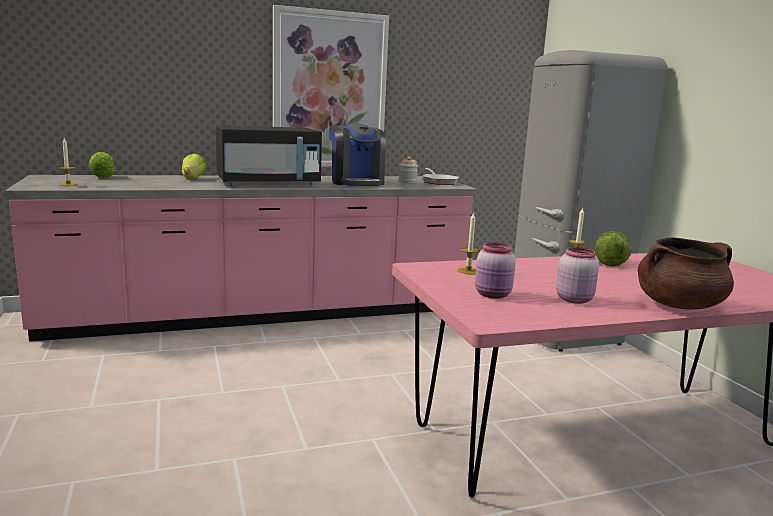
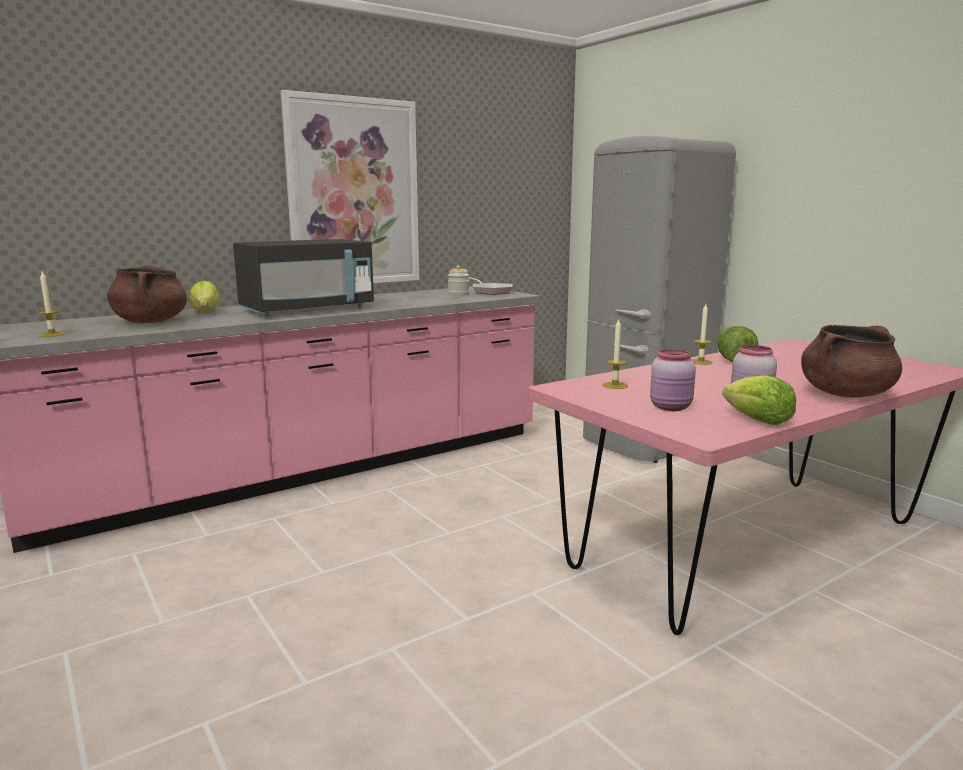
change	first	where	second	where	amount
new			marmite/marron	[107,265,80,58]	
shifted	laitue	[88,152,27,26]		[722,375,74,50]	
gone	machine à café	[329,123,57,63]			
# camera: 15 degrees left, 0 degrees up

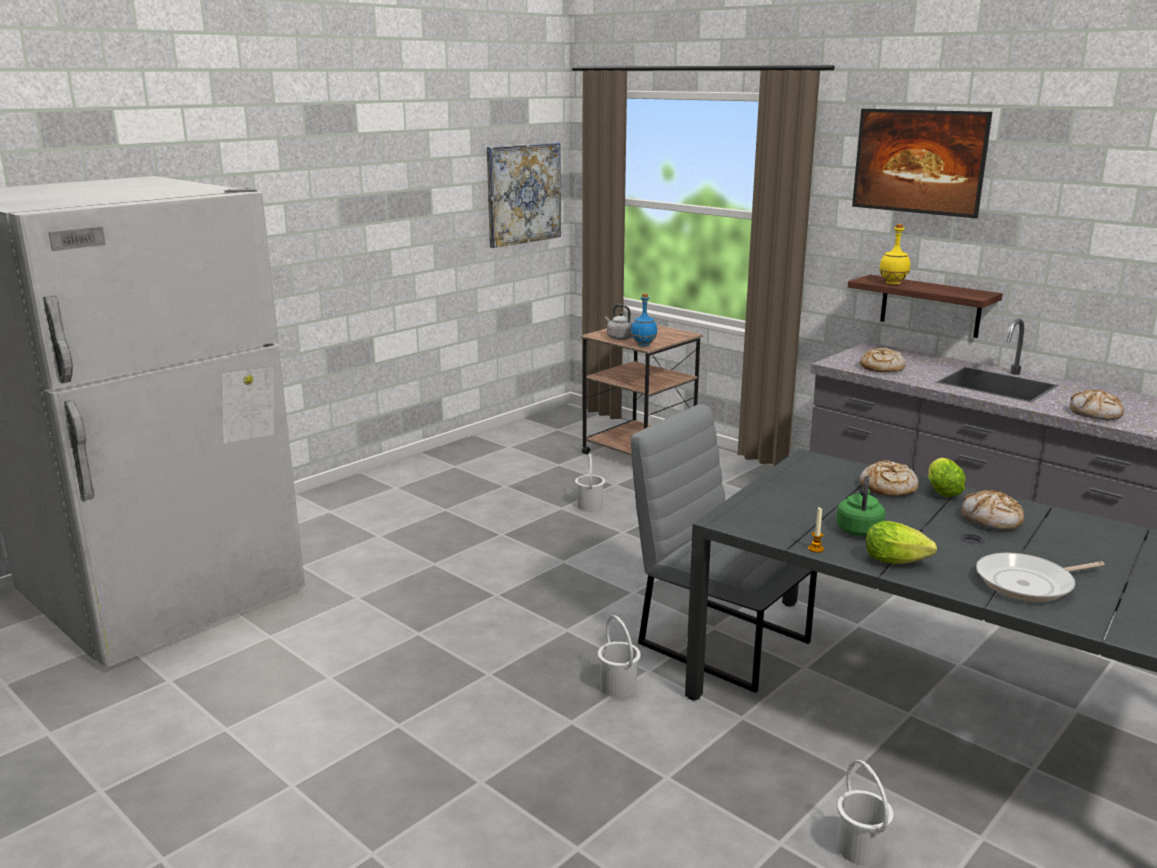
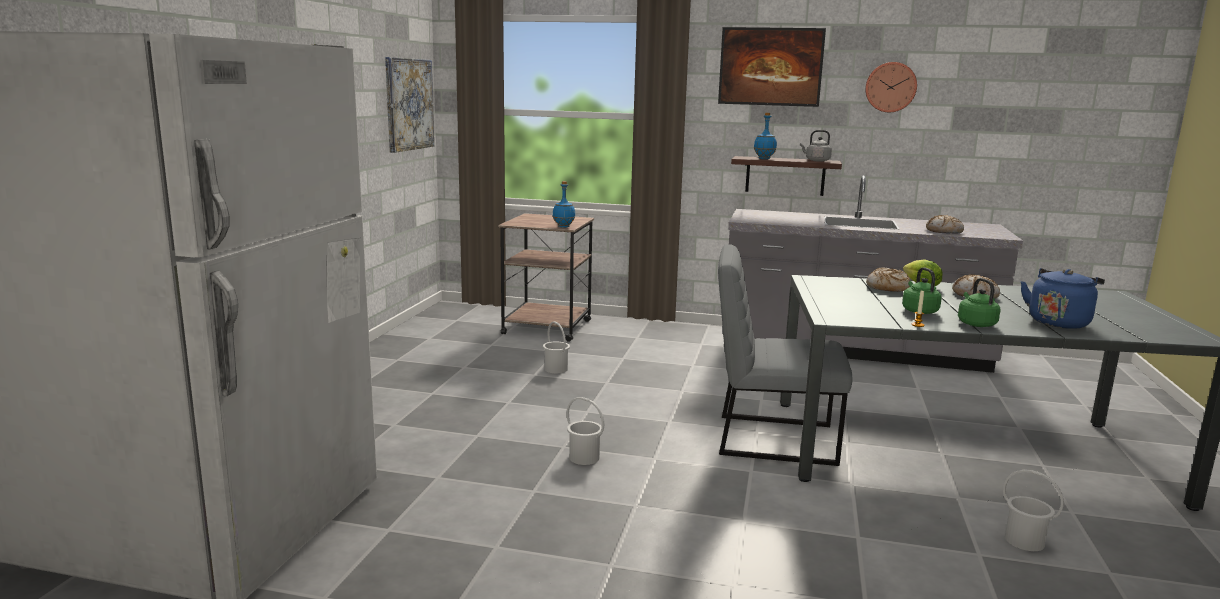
change	first	where	second	where	amount
shifted	seau/blanc	[598,616,43,82]		[566,397,38,68]	
repainted	bouteille/jaune	[879,224,31,61]	bouteille/bleu	[754,113,23,46]	
shifted	bouilloire/gris	[605,305,28,35]		[800,130,32,32]	
new			horloge murale	[865,62,52,50]	
swapped	laitue	[866,521,71,43]	bouilloire/vert	[958,278,42,49]	
swapped	poêle	[976,553,129,49]	bouilloire/bleu	[1021,268,84,61]	
gone	pain	[860,348,46,24]			
# camera: 30 degrees left, 5 degrees down

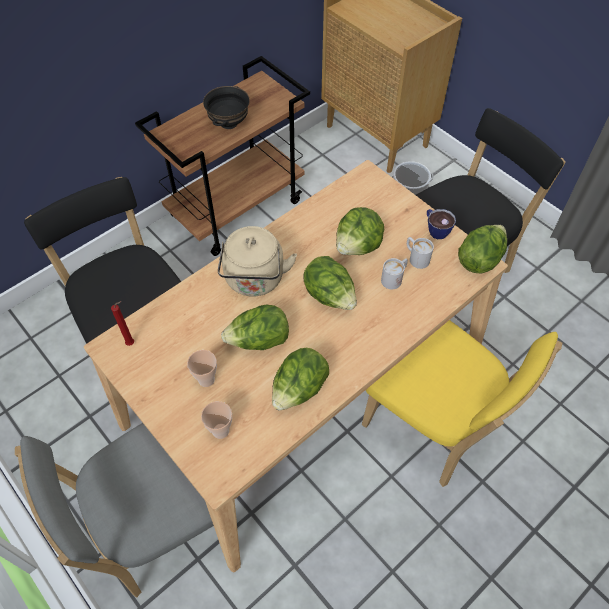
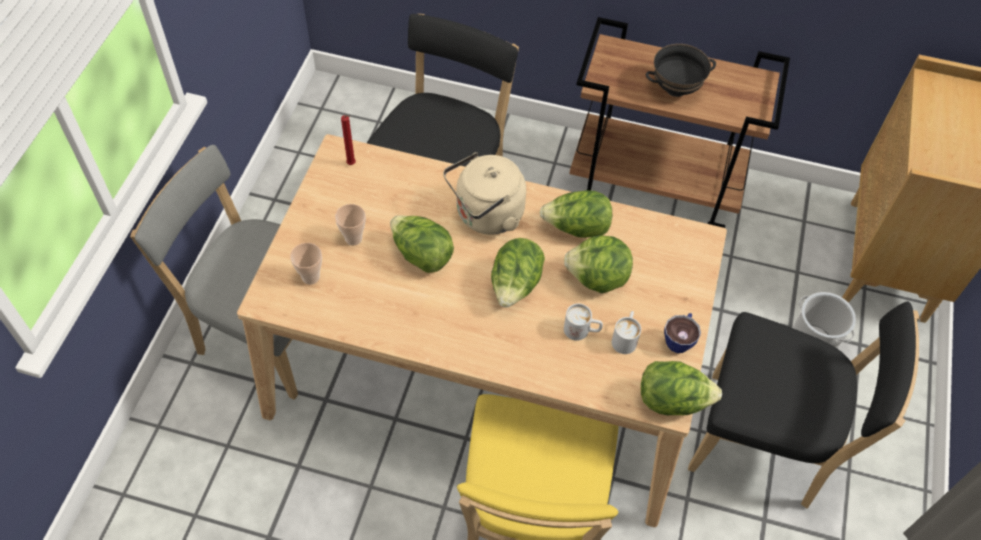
change	first	where	second	where	amount
shifted	laitue	[272,348,57,63]		[539,190,73,48]	
# camera: 55 degrees right, 0 degrees up

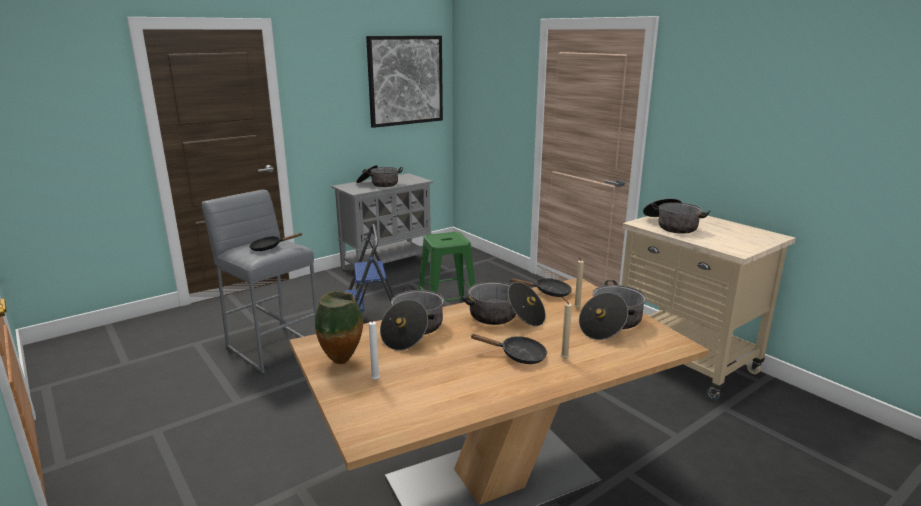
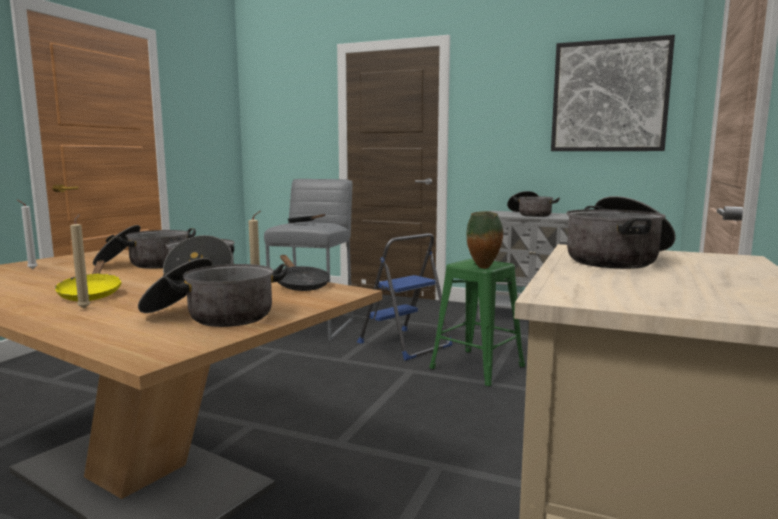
change	first	where	second	where	amount
repainted	poêle/noir	[470,334,77,30]	poêle/jaune	[55,260,67,41]	
shifted	vase	[315,291,48,73]		[467,211,36,58]	
# camera: 60 degrees right, 10 degrees down

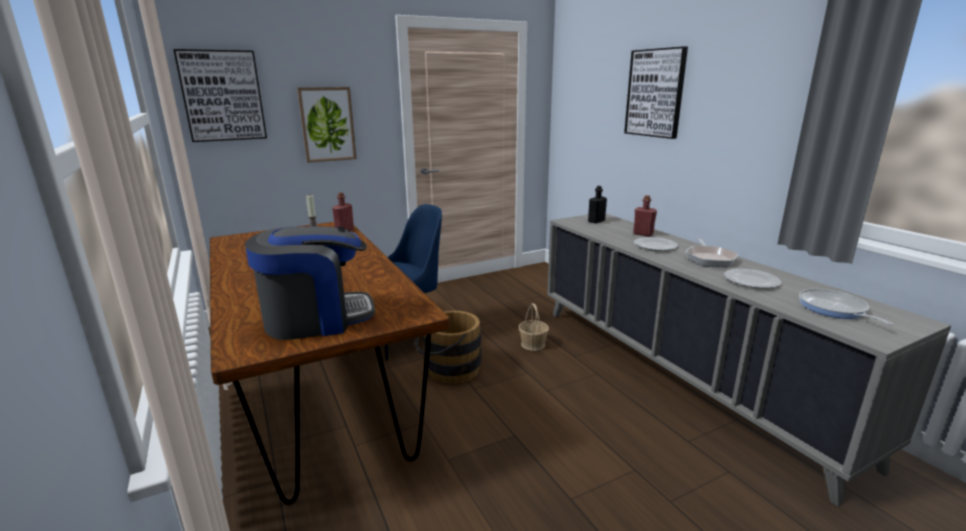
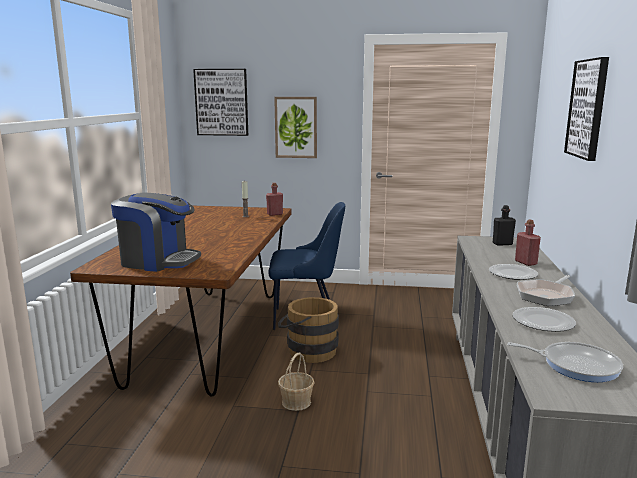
change	first	where	second	where	amount
shifted	panier	[519,303,30,48]		[278,353,37,58]	
rotated	poêle	[799,289,95,36]		[507,342,116,40]	90 degrees clockwise
# camera: 35 degrees right, 5 degrees down

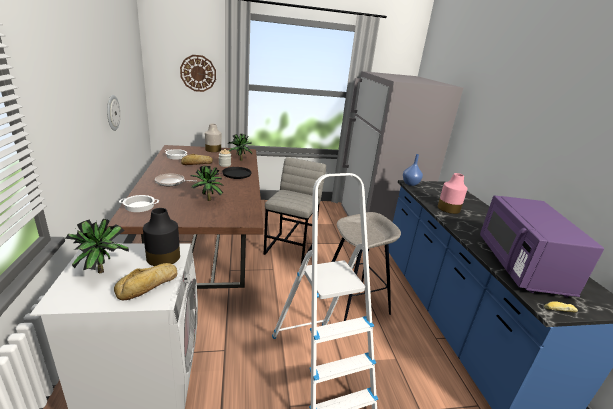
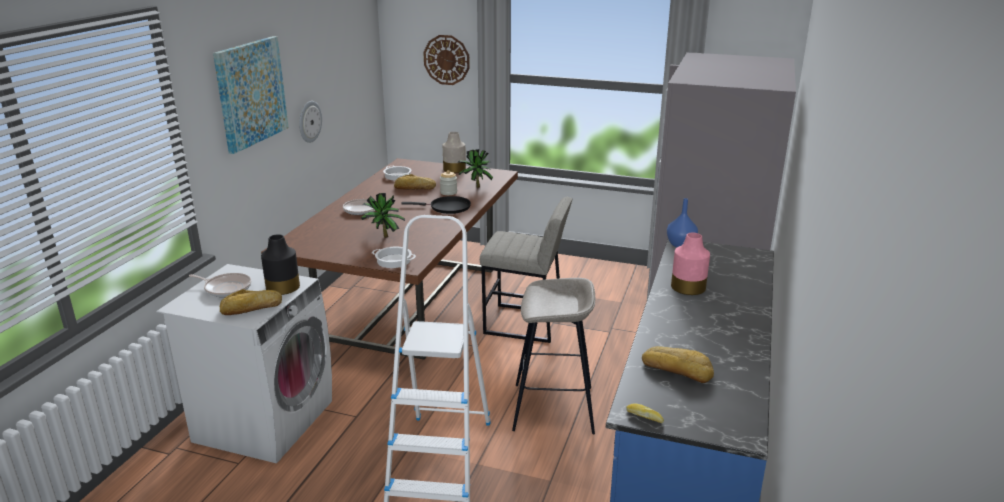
change	first	where	second	where	amount
swapped	plante en pot	[65,219,64,54]	poêle	[189,273,62,24]	
new			tableau	[213,36,76,118]	
shifted	marmite	[119,195,40,17]		[372,247,44,21]	
rotated	chaise/gris	[264,157,62,107]		[480,197,93,146]	60 degrees clockwise
swapped	micro-ondes/violet	[480,195,124,103]	pain	[642,346,72,37]	
# camera: 30 degrees right, 0 degrees up

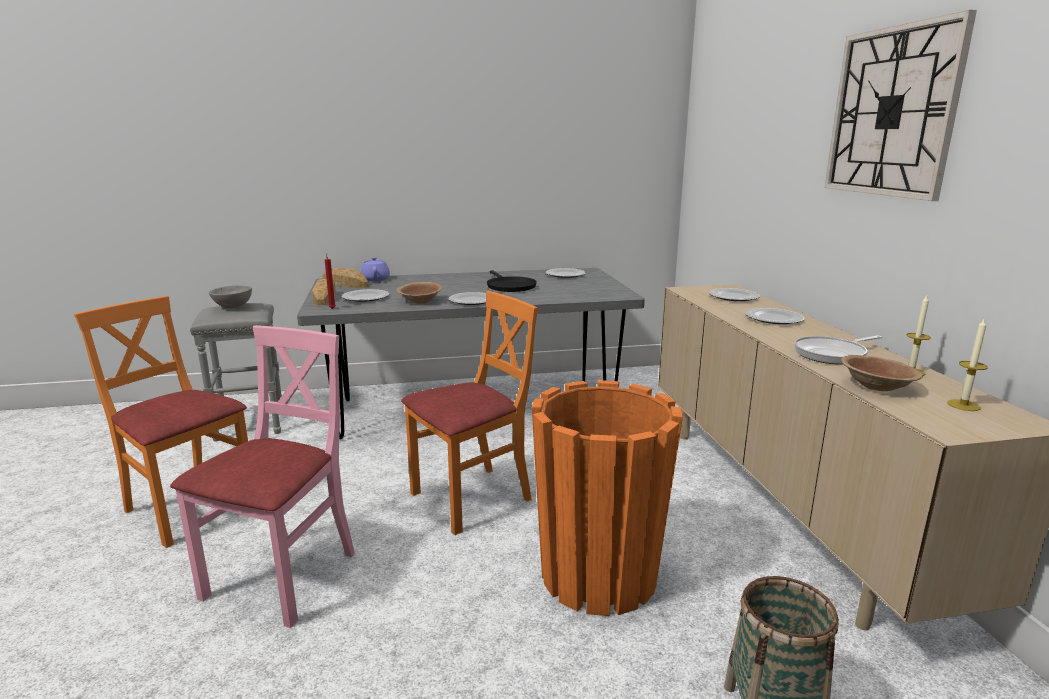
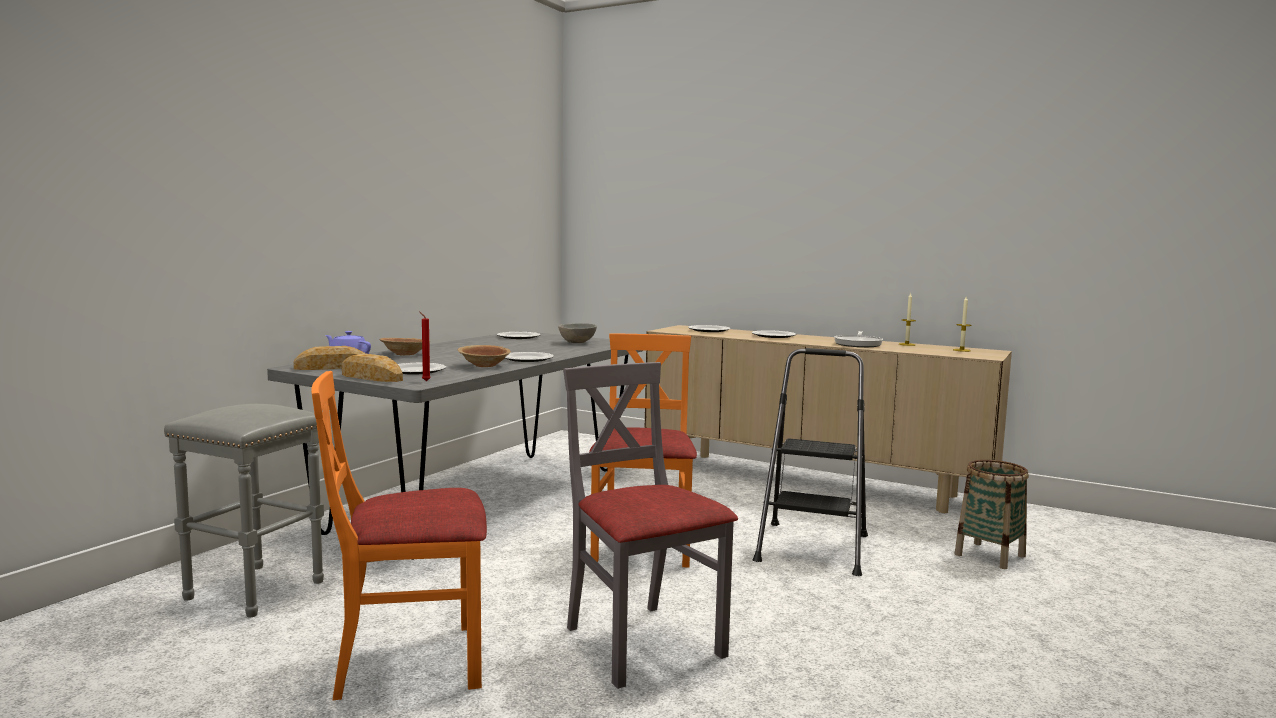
change	first	where	second	where	amount
shifted	bol/marron	[841,355,82,36]		[379,338,51,17]	
shifted	bol/gris	[209,285,43,23]		[558,323,39,20]	
repainted	chaise/rose	[170,325,185,303]	chaise/gris	[563,362,175,327]	
swapped	cache-pot/orange	[532,380,151,236]	escabeau/noir	[753,348,115,228]	
gone	poêle/noir	[487,270,50,22]			
gone	horloge murale	[825,10,152,191]			
# camera: 50 degrees left, 10 degrees down

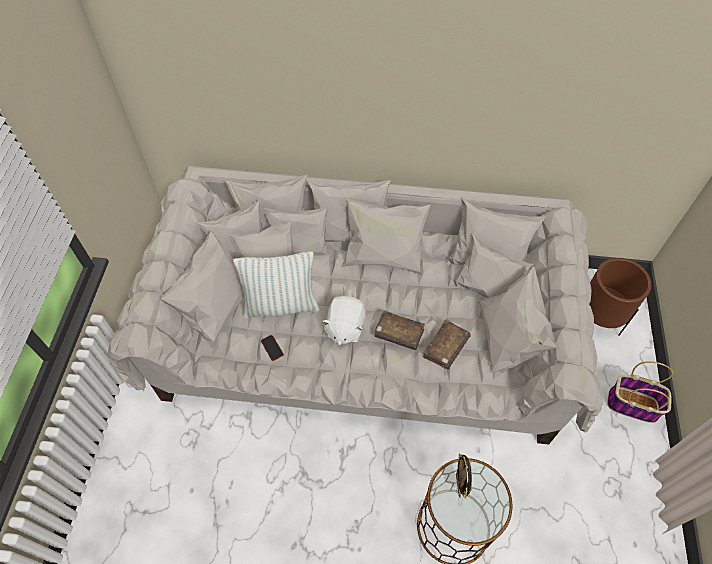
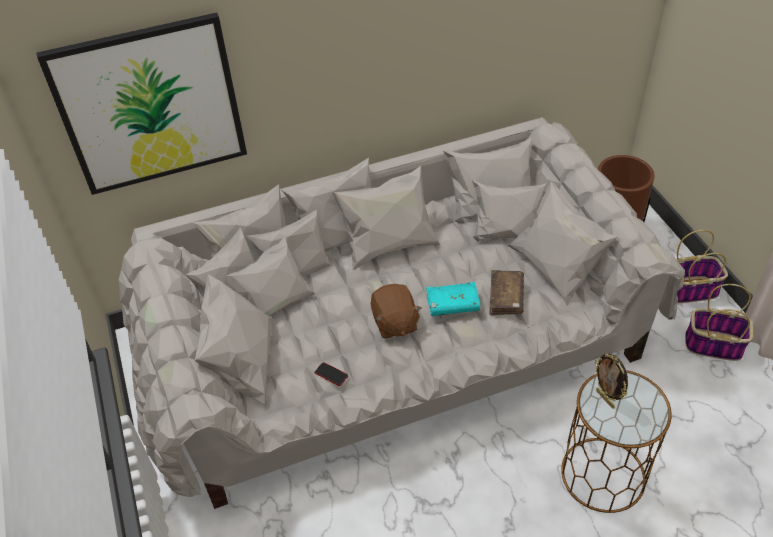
change	first	where	second	where	amount
new			tableau	[36,13,211,182]	
repainted	peluche/blanc	[322,296,44,49]	peluche/marron	[371,284,51,55]	
repainted	livre/marron	[374,310,51,40]	livre/turquoise	[426,282,54,34]	
new			panier	[685,284,68,77]	
gone	coussin	[233,252,87,66]			
# camera: 25 degrees left, 10 degrees down

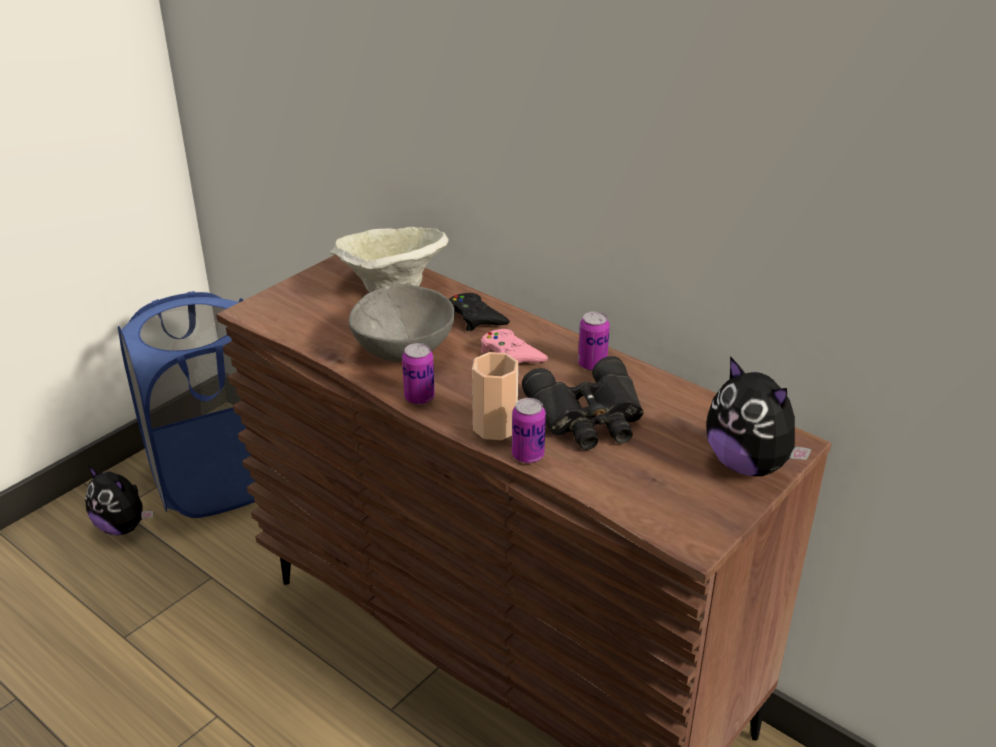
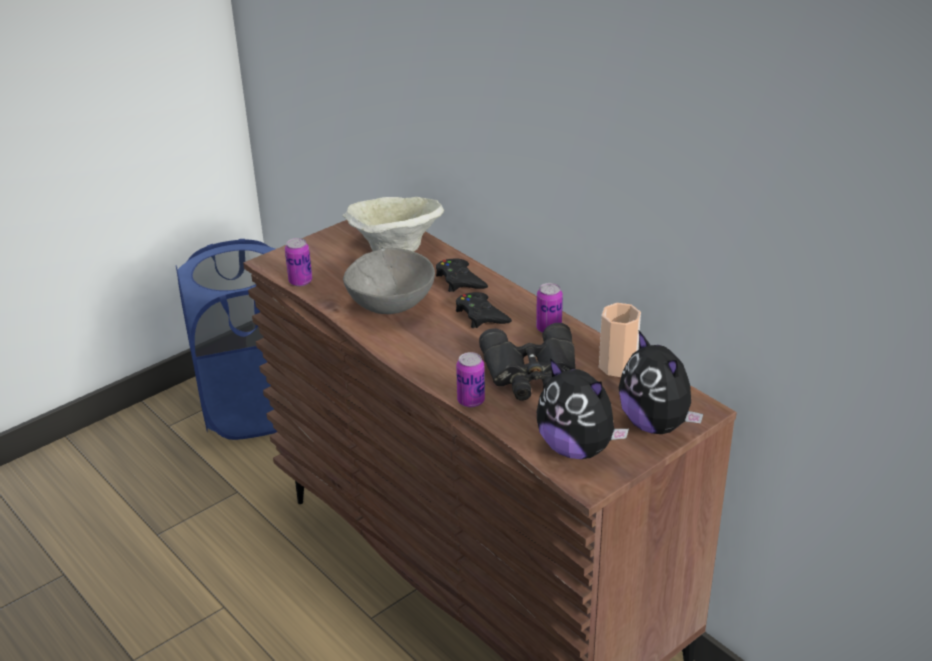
change	first	where	second	where	amount
shifted	boîte métallique	[402,343,33,62]		[285,238,27,49]	
repainted	manette/rose	[481,329,67,34]	manette/noir	[456,292,56,36]	
shifted	peluche	[85,466,69,69]		[537,358,92,101]	
shifted	tasse	[472,352,46,88]		[599,303,42,74]	
# camera: 10 degrees right, 0 degrees up

